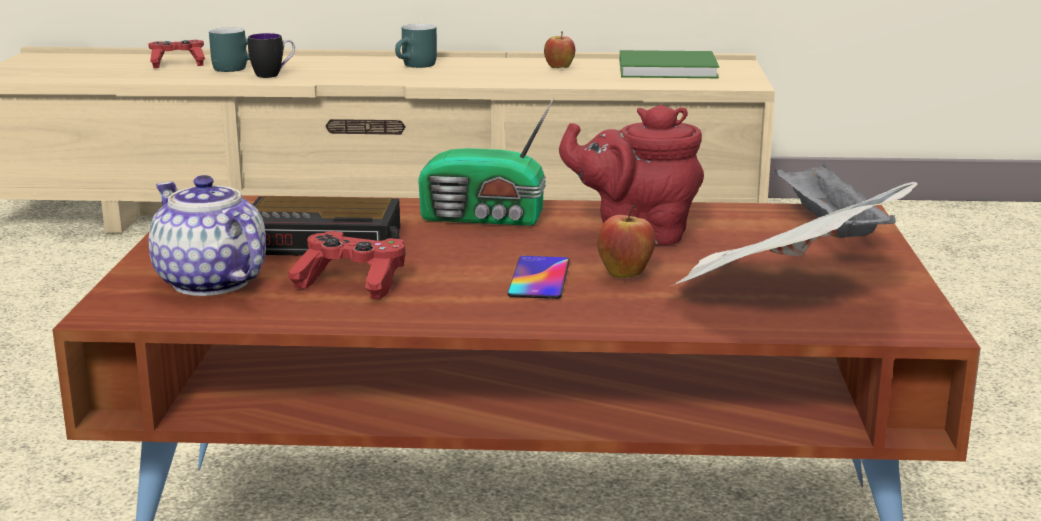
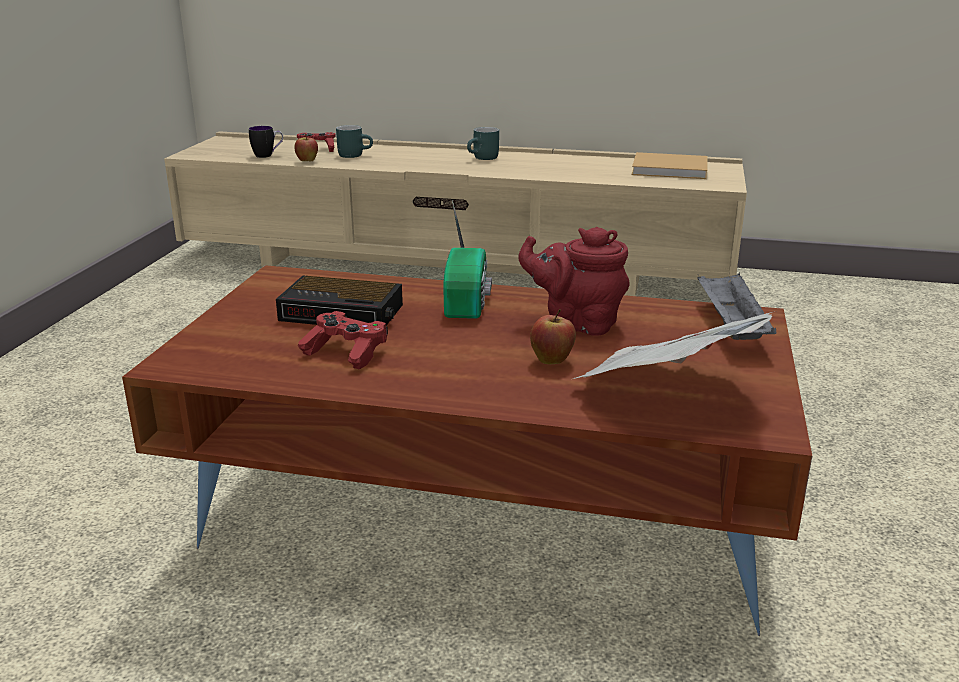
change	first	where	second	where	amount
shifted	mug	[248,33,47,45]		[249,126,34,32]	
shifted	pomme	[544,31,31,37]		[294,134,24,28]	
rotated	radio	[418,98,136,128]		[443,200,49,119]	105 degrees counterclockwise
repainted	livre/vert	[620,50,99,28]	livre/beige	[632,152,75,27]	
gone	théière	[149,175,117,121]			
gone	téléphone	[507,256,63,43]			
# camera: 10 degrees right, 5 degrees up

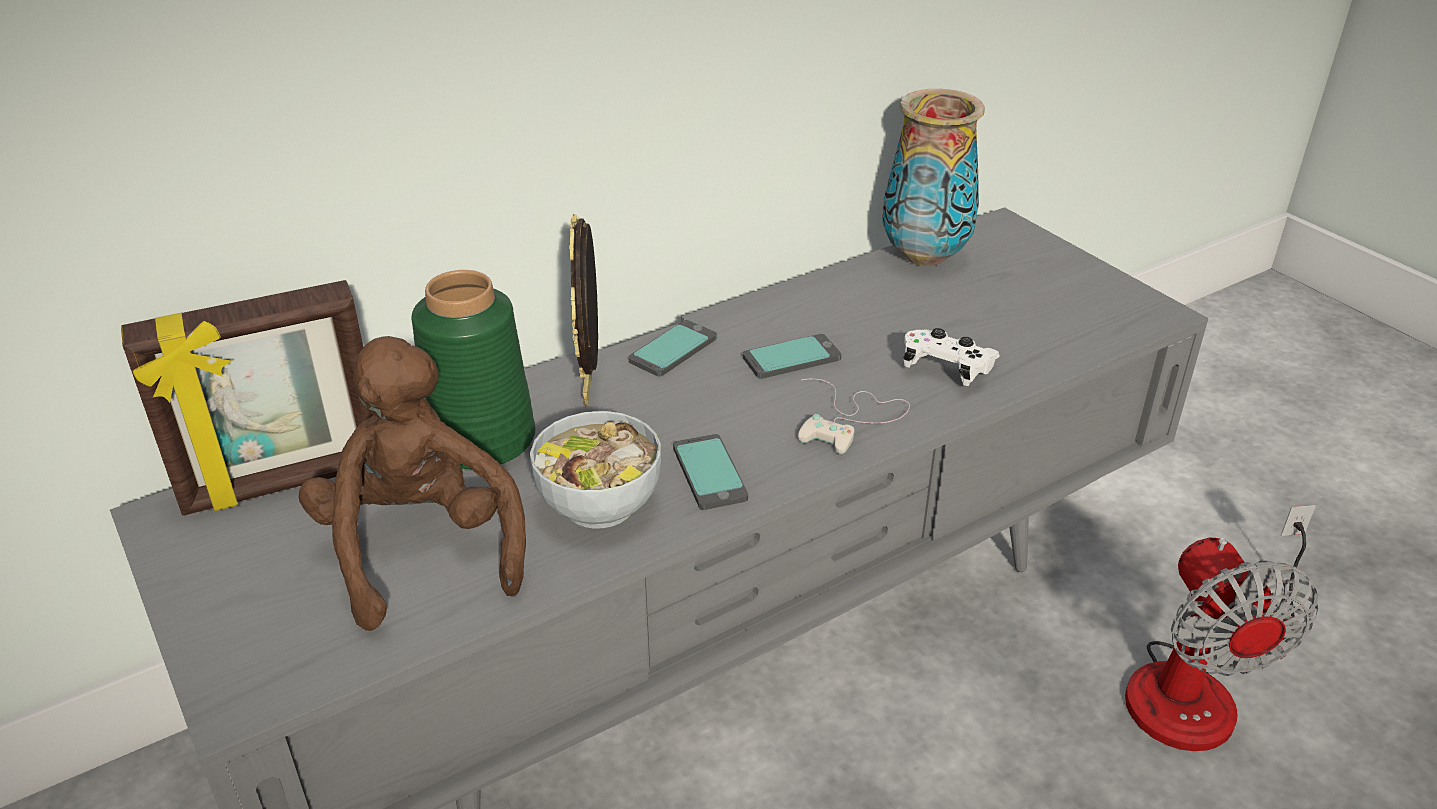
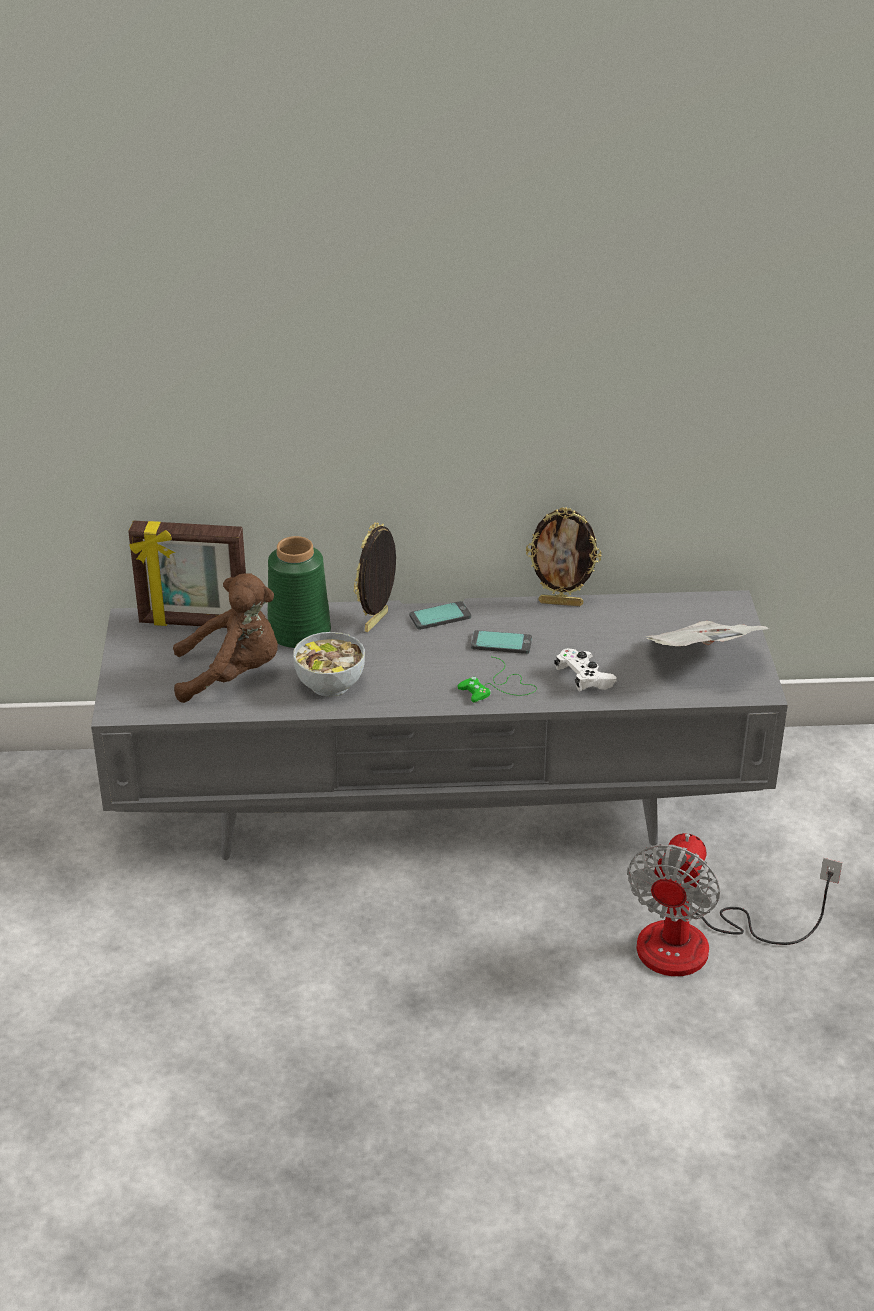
change	first	where	second	where	amount
rotated	peluche/marron	[299,336,227,295]		[173,573,105,130]	75 degrees clockwise
repainted	manette/blanc	[798,379,112,75]	manette/vert	[458,657,79,46]	
new			cadre photo	[526,507,76,99]	
new			journal	[646,621,123,25]	
gone	téléphone	[673,434,75,76]			
gone	vase	[882,89,103,177]			
# camera: 30 degrees right, 0 degrees up

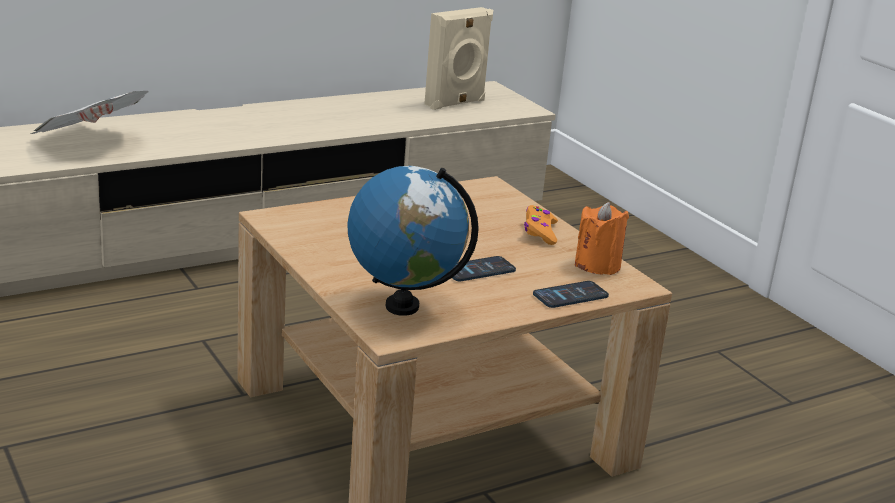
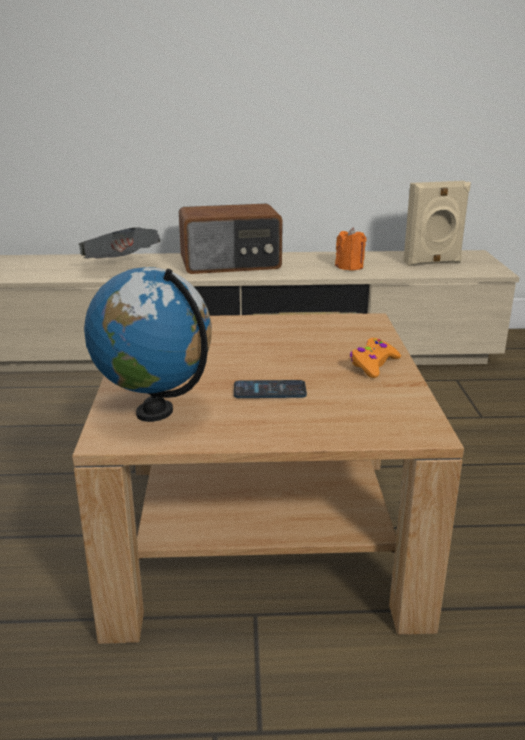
change	first	where	second	where	amount
new			radio	[179,204,104,70]	
shifted	bougie/orange	[574,202,55,73]		[335,227,31,44]	
gone	téléphone	[533,281,76,27]			
# camera: 30 degrees right, 0 degrees up

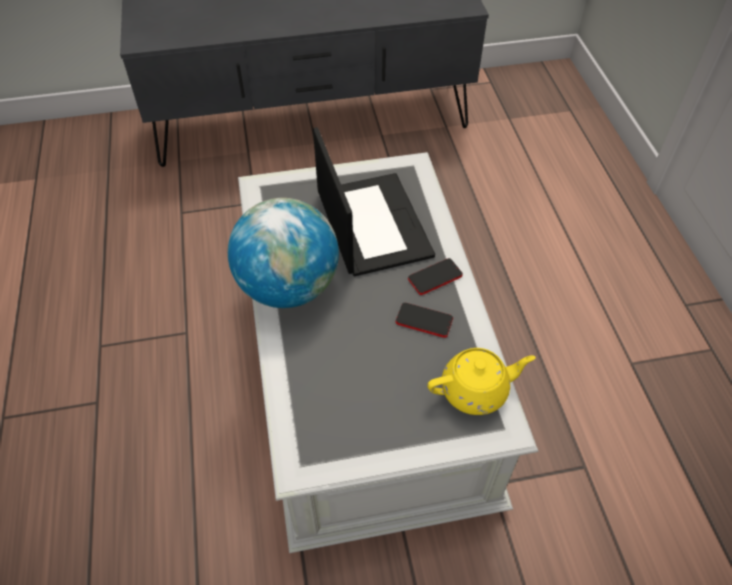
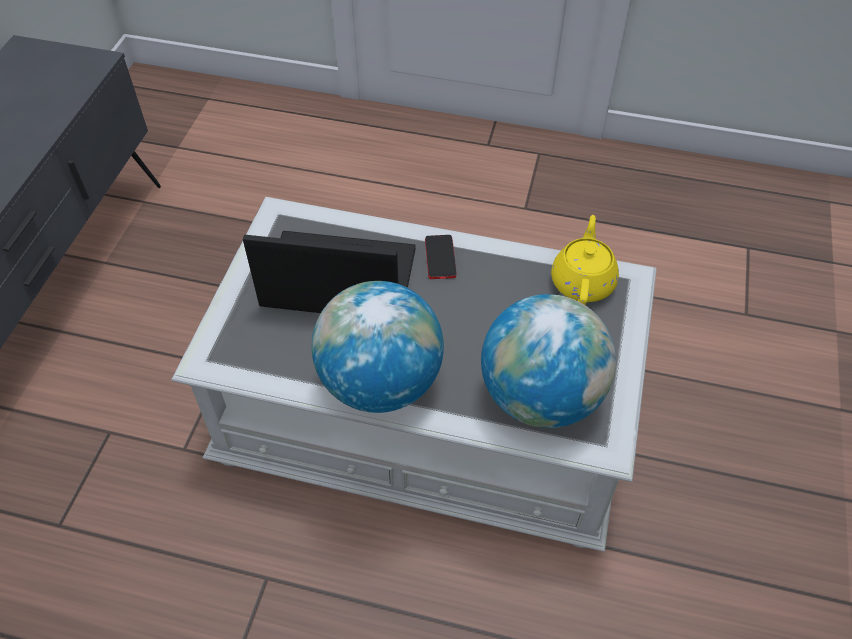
change	first	where	second	where	amount
new			globe	[481,294,135,134]	
gone	téléphone	[395,303,58,35]			
# camera: 65 degrees left, 0 degrees up

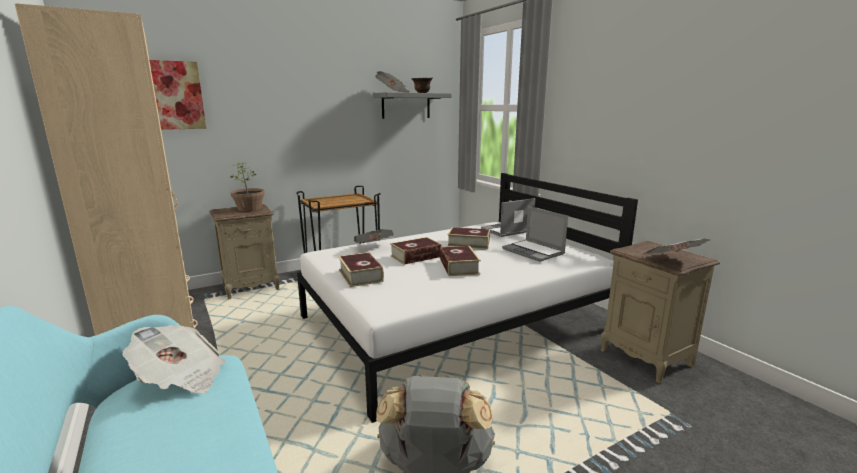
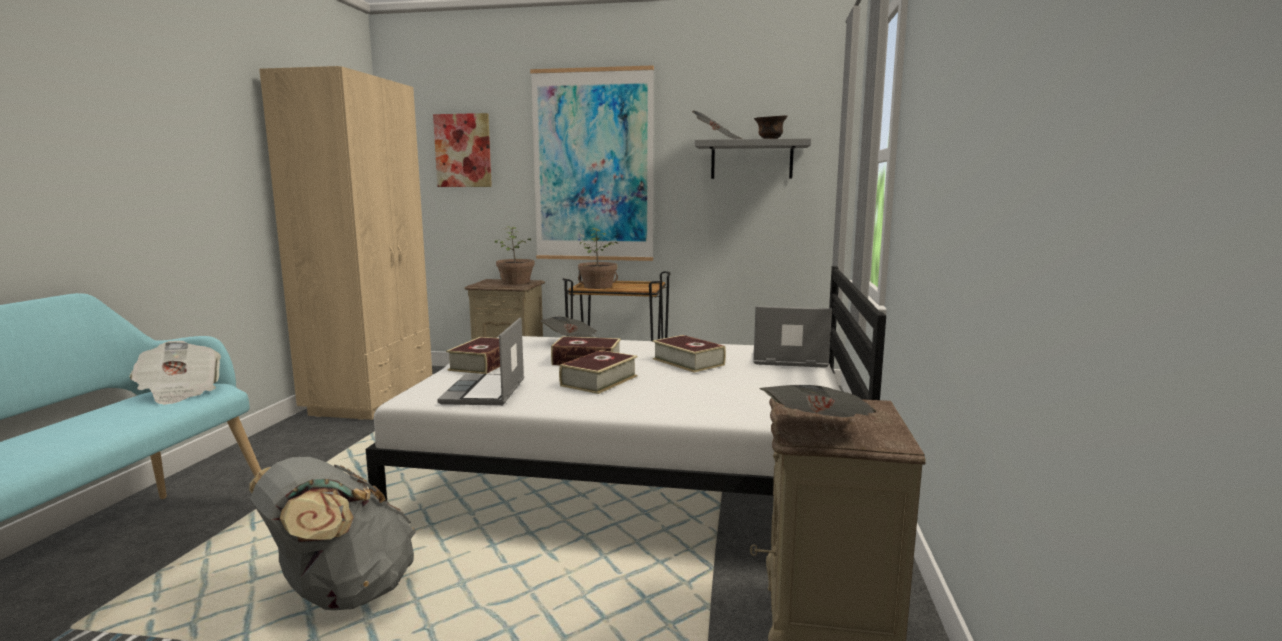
change	first	where	second	where	amount
shifted	ordinateur portable	[502,207,66,55]		[437,317,87,88]	
new			tableau	[530,66,124,195]	
new			plante en pot	[578,228,40,61]	
# camera: 40 degrees right, 5 degrees down

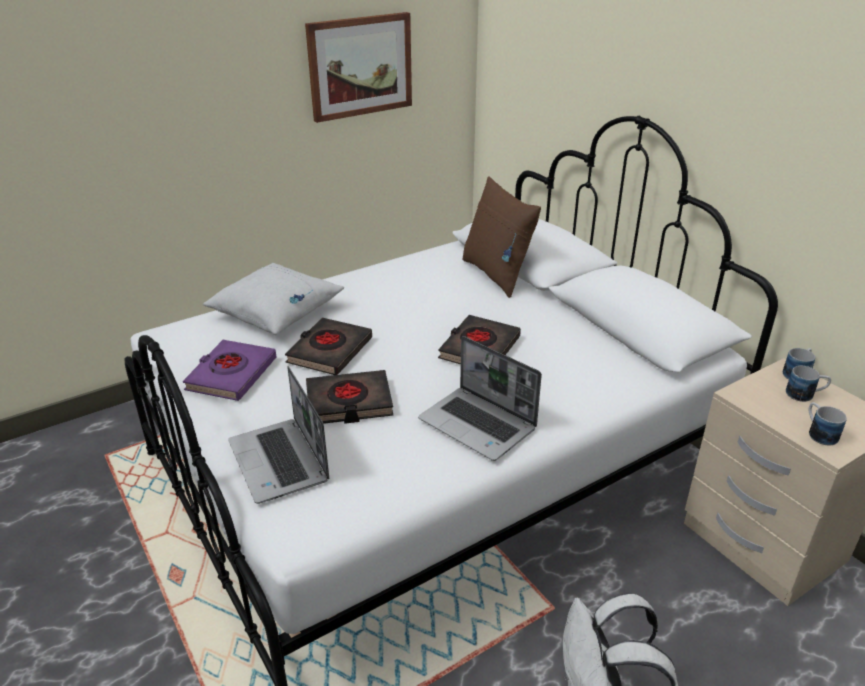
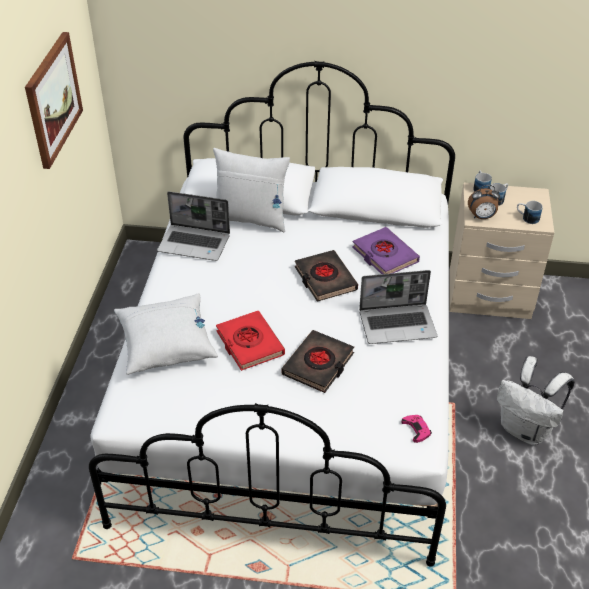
change	first	where	second	where	amount
shifted	ordinateur portable	[228,366,101,138]		[157,191,73,70]	
repainted	coussin/marron	[462,176,79,122]	coussin/gris	[213,148,77,84]	
repainted	livre/noir	[285,318,87,57]	livre/rouge	[216,311,69,60]	
shifted	livre/violet	[183,340,94,61]		[352,227,68,47]	
new			manette/rose	[402,415,30,28]	
new			réveil	[468,185,32,34]	
# camera: 50 degrees left, 10 degrees up

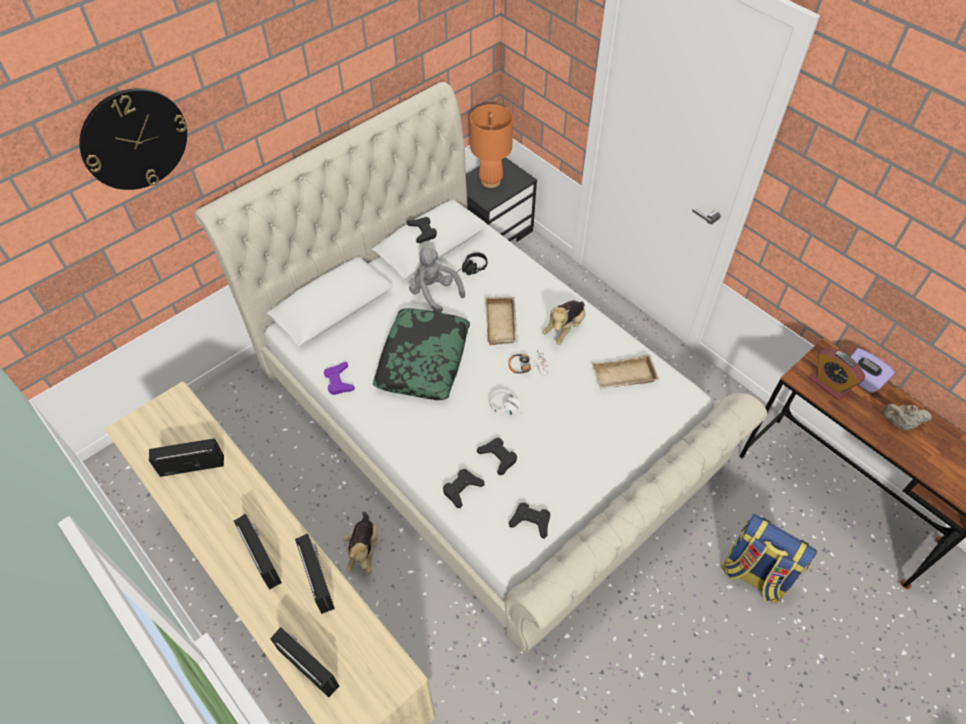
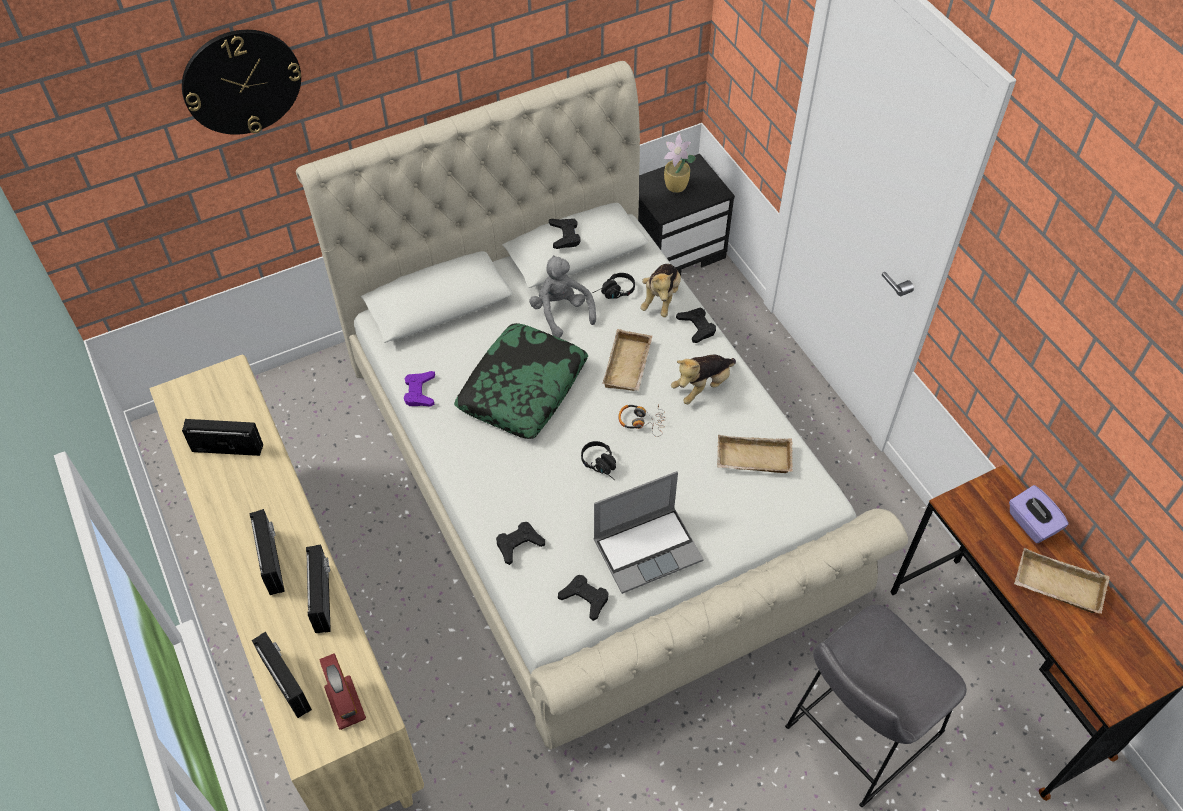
change	first	where	second	where	amount
shifted	réveil	[809,348,57,53]		[320,653,46,77]	
repainted	casque audio/blanc	[489,389,35,29]	casque audio/noir	[581,441,35,39]	
new			ordinateur portable	[593,471,111,123]	
shifted	peluche	[344,512,34,62]		[640,264,41,53]	
swapped	lampe de table/orange	[470,104,43,84]	plante en pot	[664,134,32,59]	
shifted	manette/noir	[477,438,40,37]		[676,308,40,35]	
swapped	sac à dos	[721,514,96,89]	tabouret/gris	[785,604,182,203]	
swapped	théière/beige	[881,404,51,26]	plateau/beige	[1014,548,95,66]	
# camera: 15 degrees right, 0 degrees up

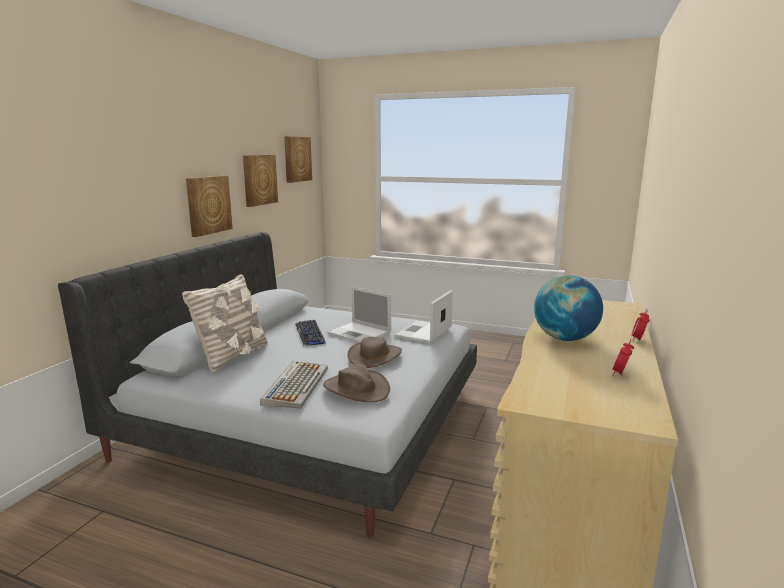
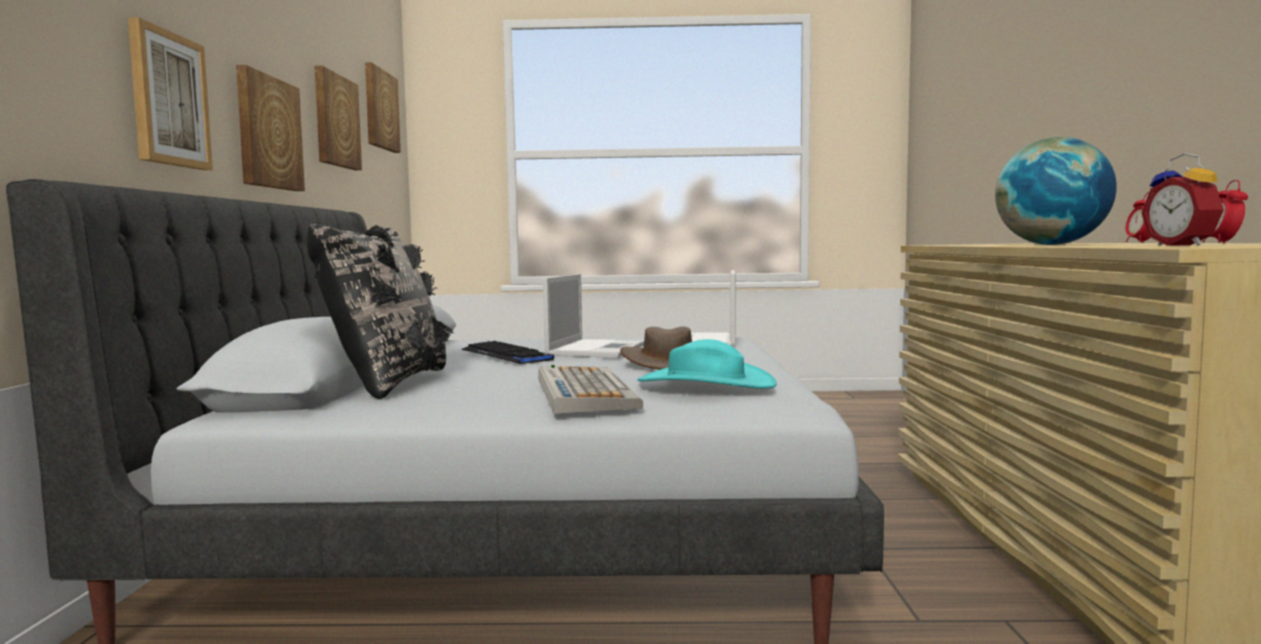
change	first	where	second	where	amount
new			tableau	[128,17,85,153]	
repainted	coussin/beige	[182,274,86,99]	coussin/noir	[306,224,148,175]	
rotated	ordinateur portable	[327,287,64,56]		[543,274,101,84]	90 degrees counterclockwise
repainted	chapeau/marron	[323,364,67,38]	chapeau/turquoise	[637,339,140,50]	
new			réveil	[1141,153,83,93]	
# camera: 20 degrees left, 10 degrees down

